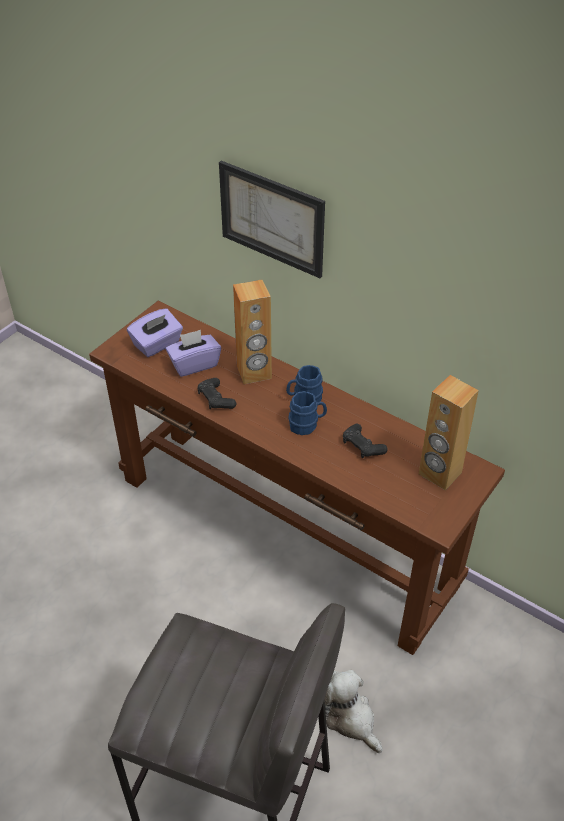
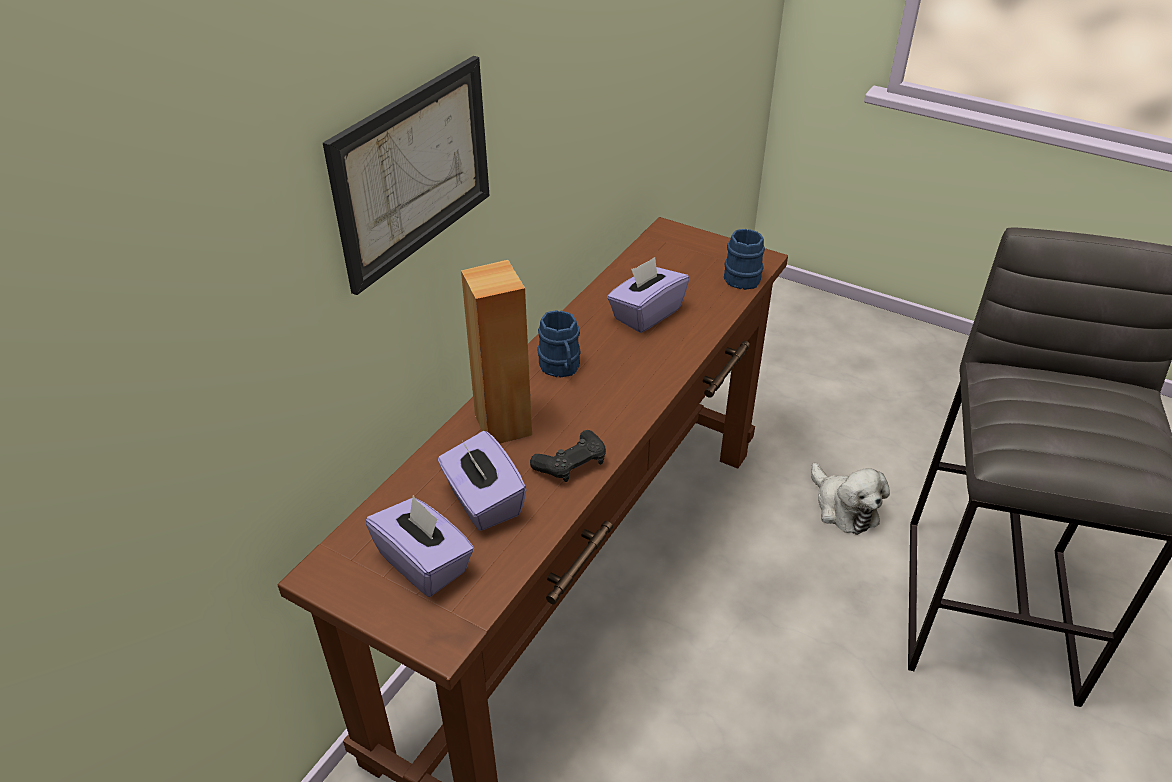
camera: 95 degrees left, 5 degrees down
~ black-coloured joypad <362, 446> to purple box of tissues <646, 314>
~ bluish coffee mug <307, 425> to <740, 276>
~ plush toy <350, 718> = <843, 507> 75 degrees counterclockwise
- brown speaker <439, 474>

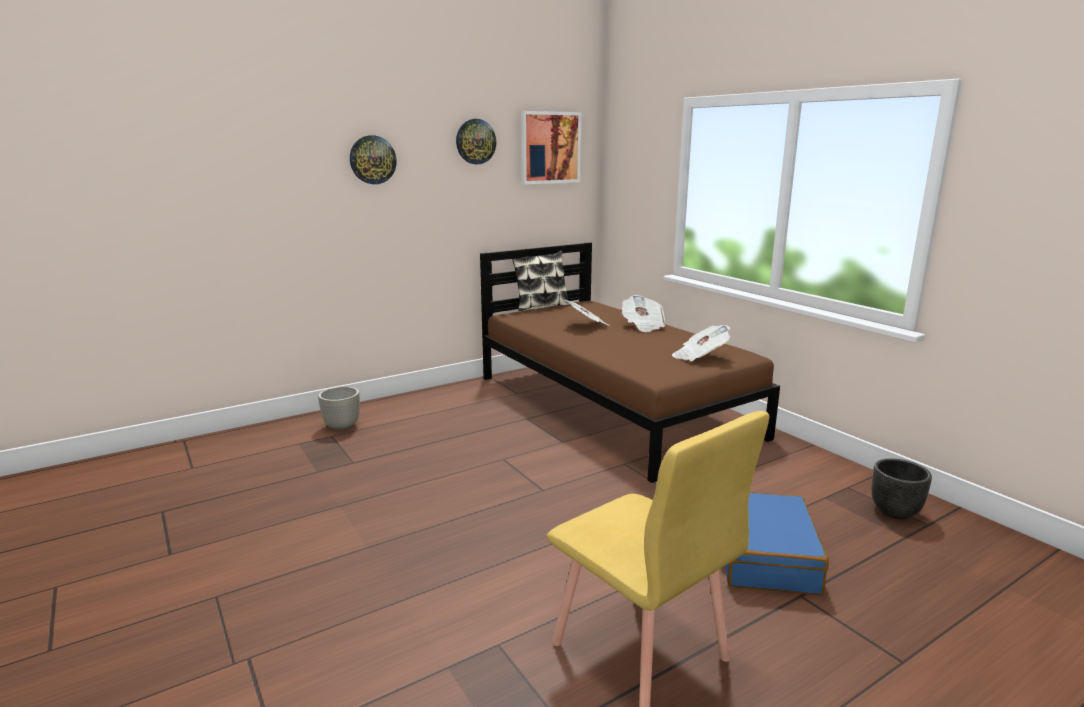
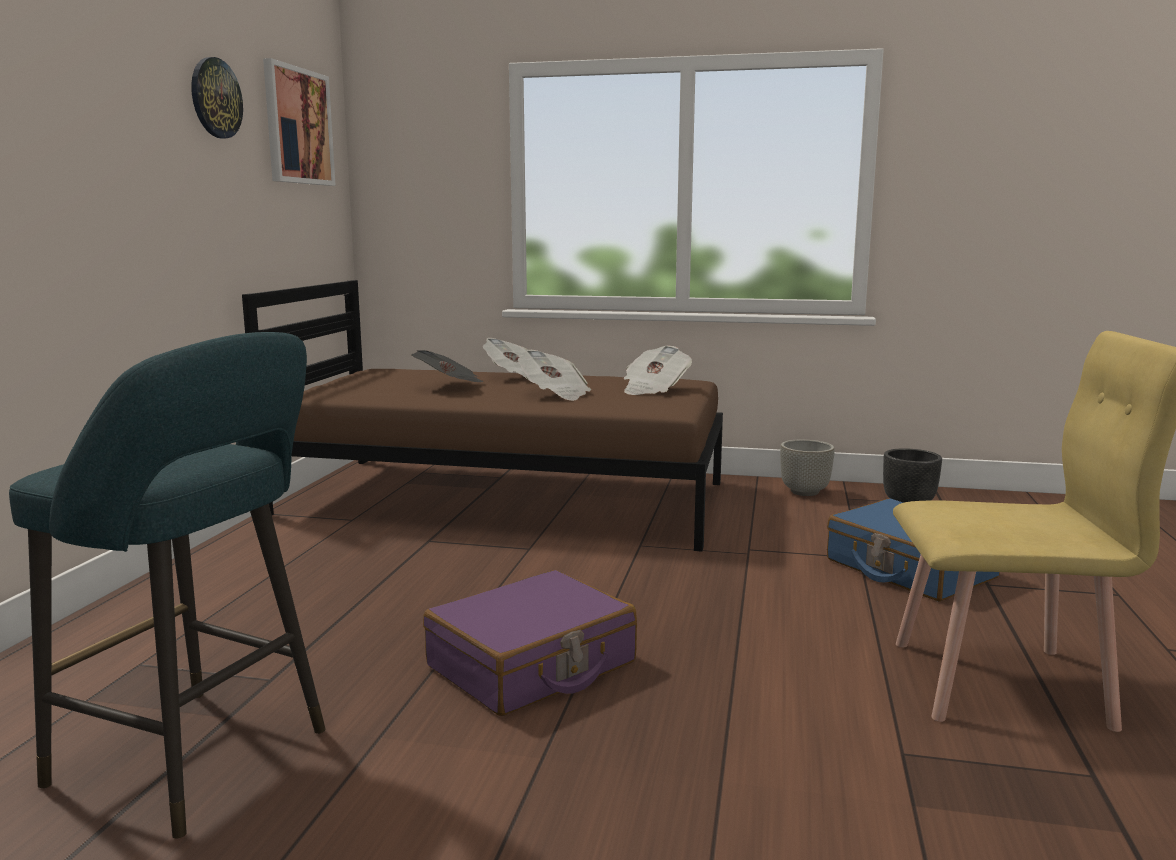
camera: 45 degrees left, 5 degrees down
+ blue-green stool seat <201, 760>
+ purple suitcase <532, 665>
+ daily paper <555, 394>
~ greyish flower pot <342, 427> to <805, 492>
- hanging clock <372, 160>
- pillow <540, 306>

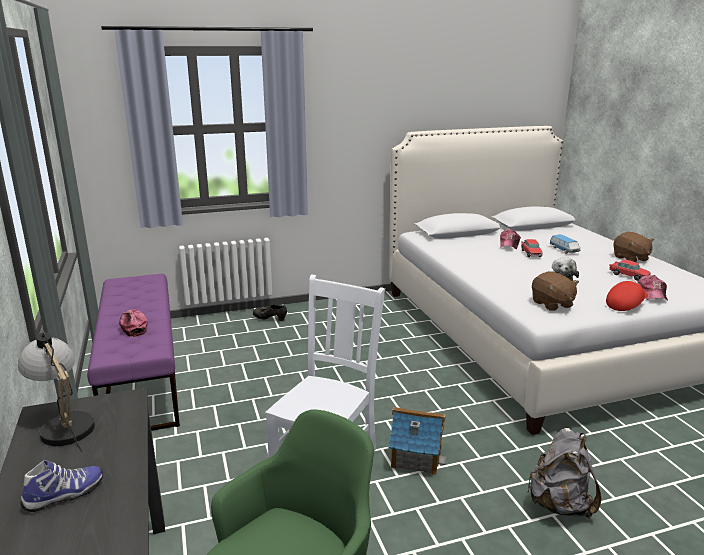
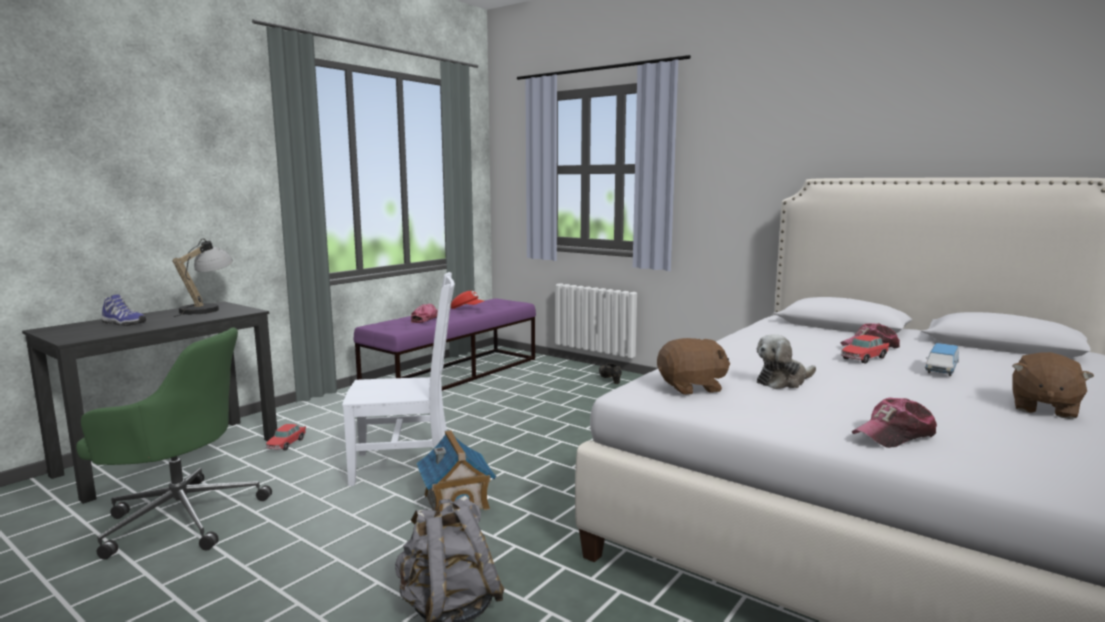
camera: 55 degrees right, 10 degrees down
~ toy car <628, 276> to <286, 444>
~ red cap <625, 305> to <467, 309>
~ brown plush toy <552, 304> = <692, 387> 135 degrees counterclockwise

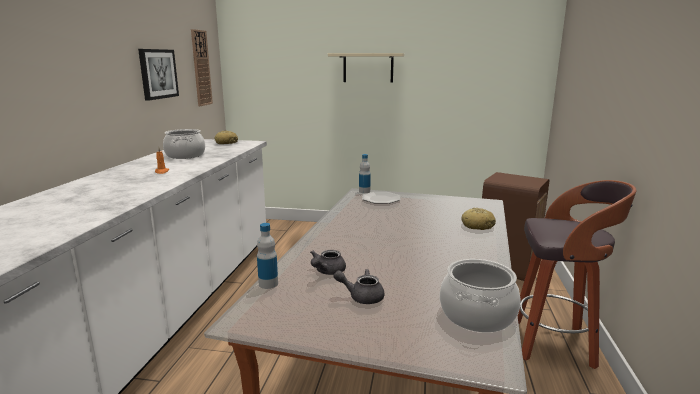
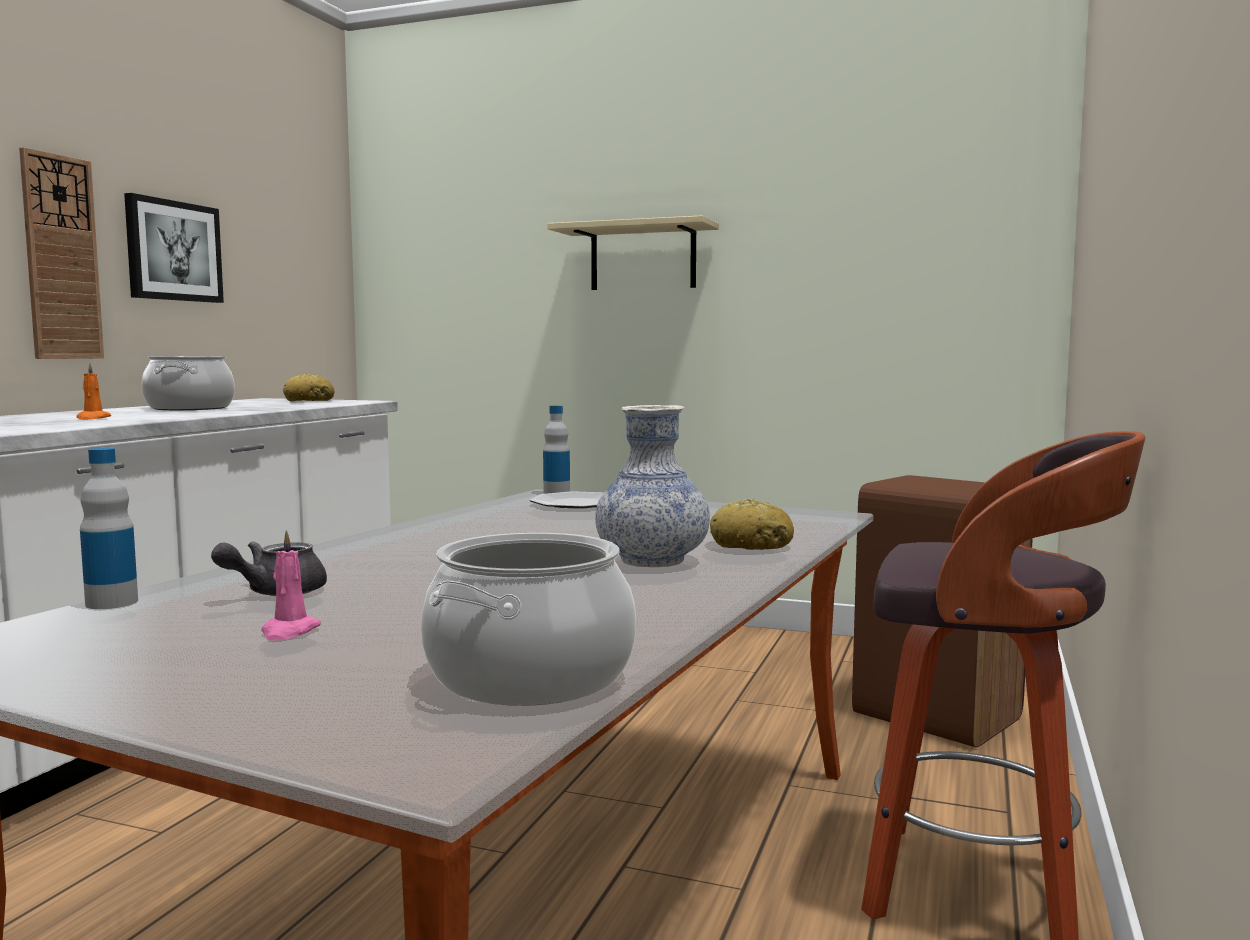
camera: 10 degrees right, 10 degrees down
~ hanging clock <201, 68> to <61, 258>
~ greyish pot for tea <361, 296> to pink wax candle <289, 631>
+ flower vase <652, 561>

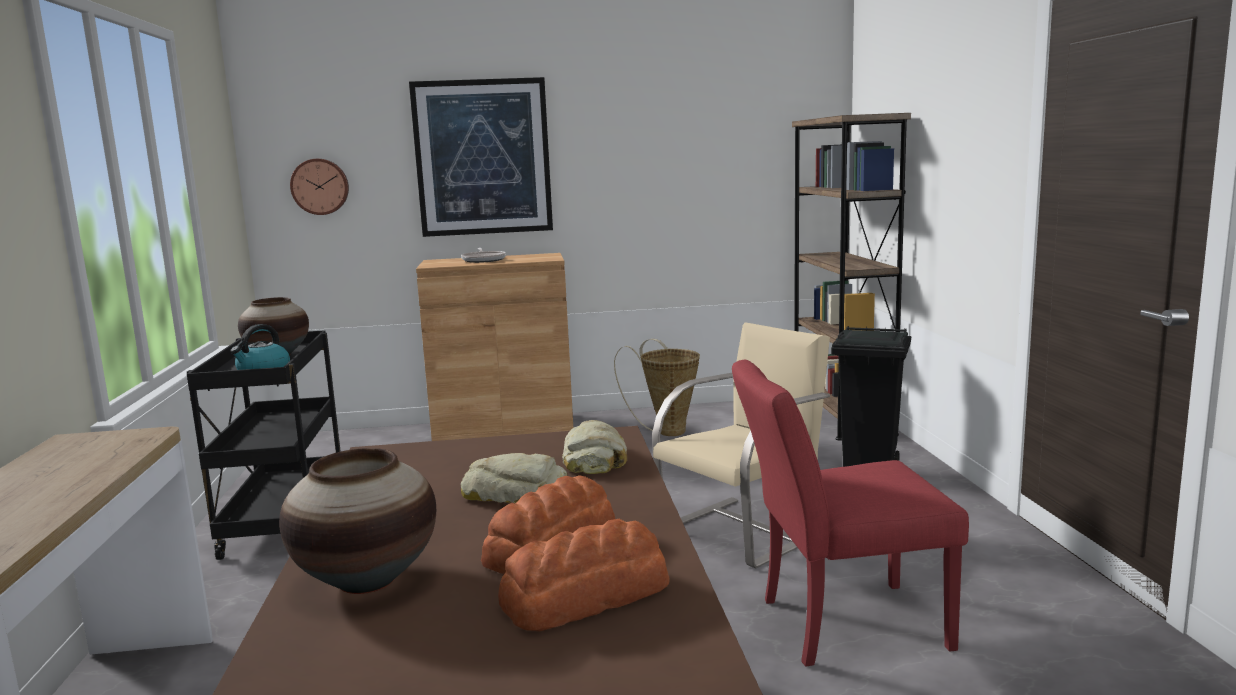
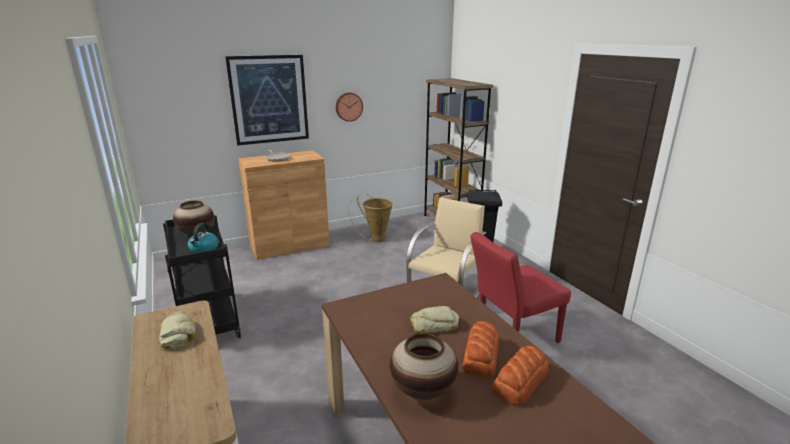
camera: 20 degrees left, 10 degrees up
~ baked bread <594, 459> to <178, 335>
~ hanging clock <320, 186> to <348, 106>

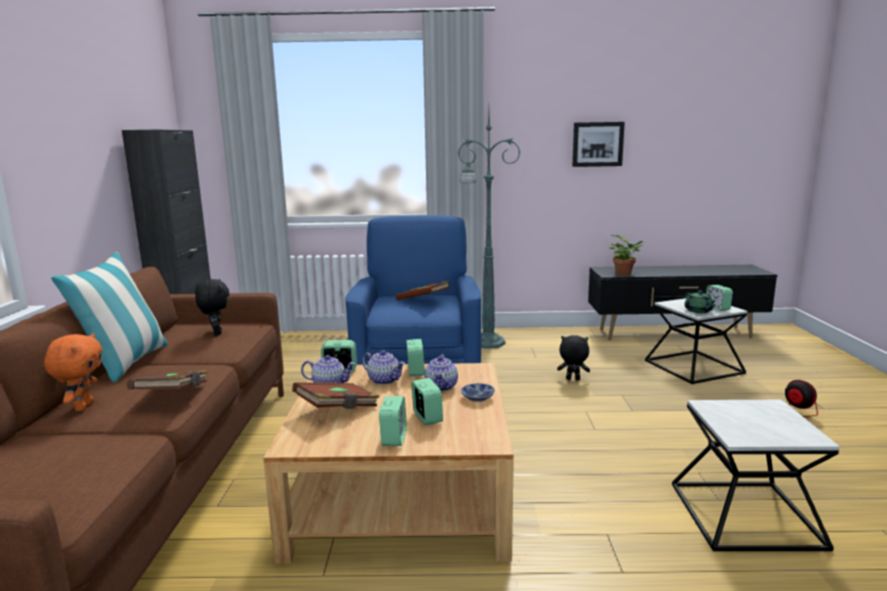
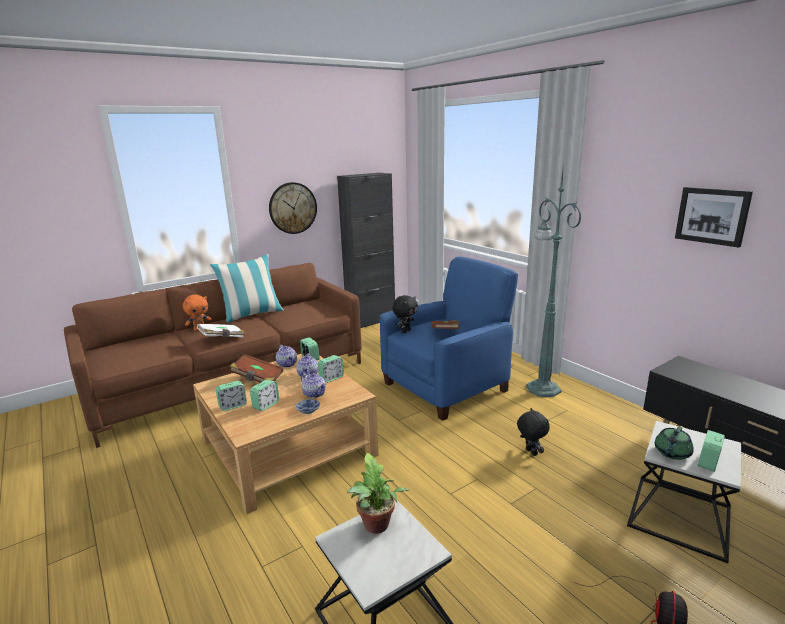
camera: 55 degrees right, 5 degrees up
~ brown book <173, 395> to white book <222, 338>
+ hanging clock <293, 208>
~ pot for tea <441, 387> = <314, 394> 105 degrees counterclockwise
~ potted plant <625, 274> to <377, 527>
~ black-coloured plush toy <216, 333> to <405, 331>

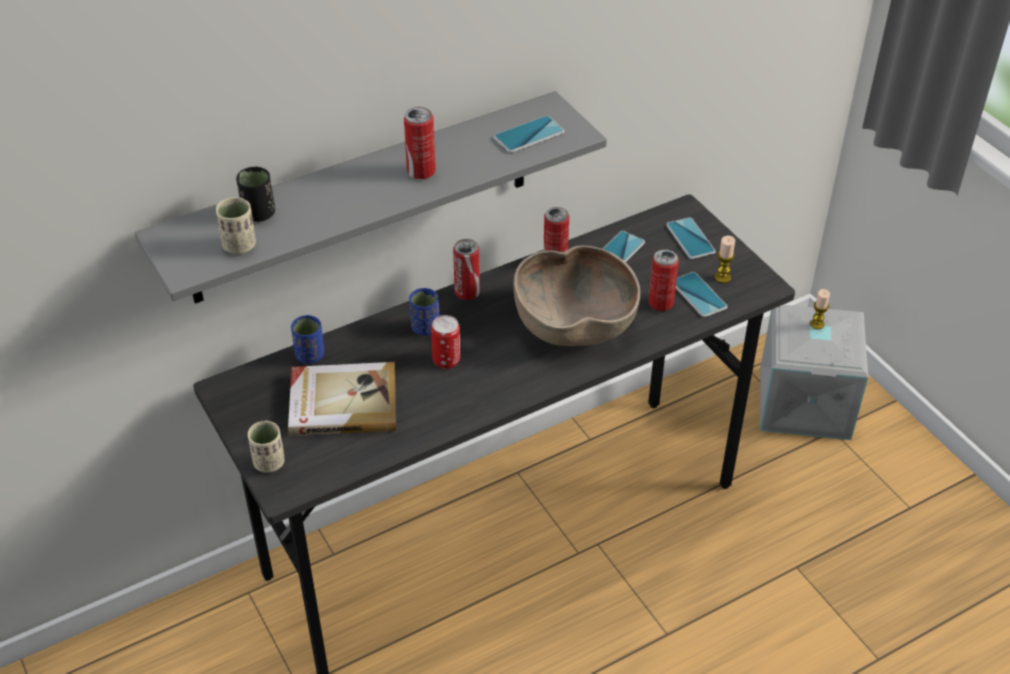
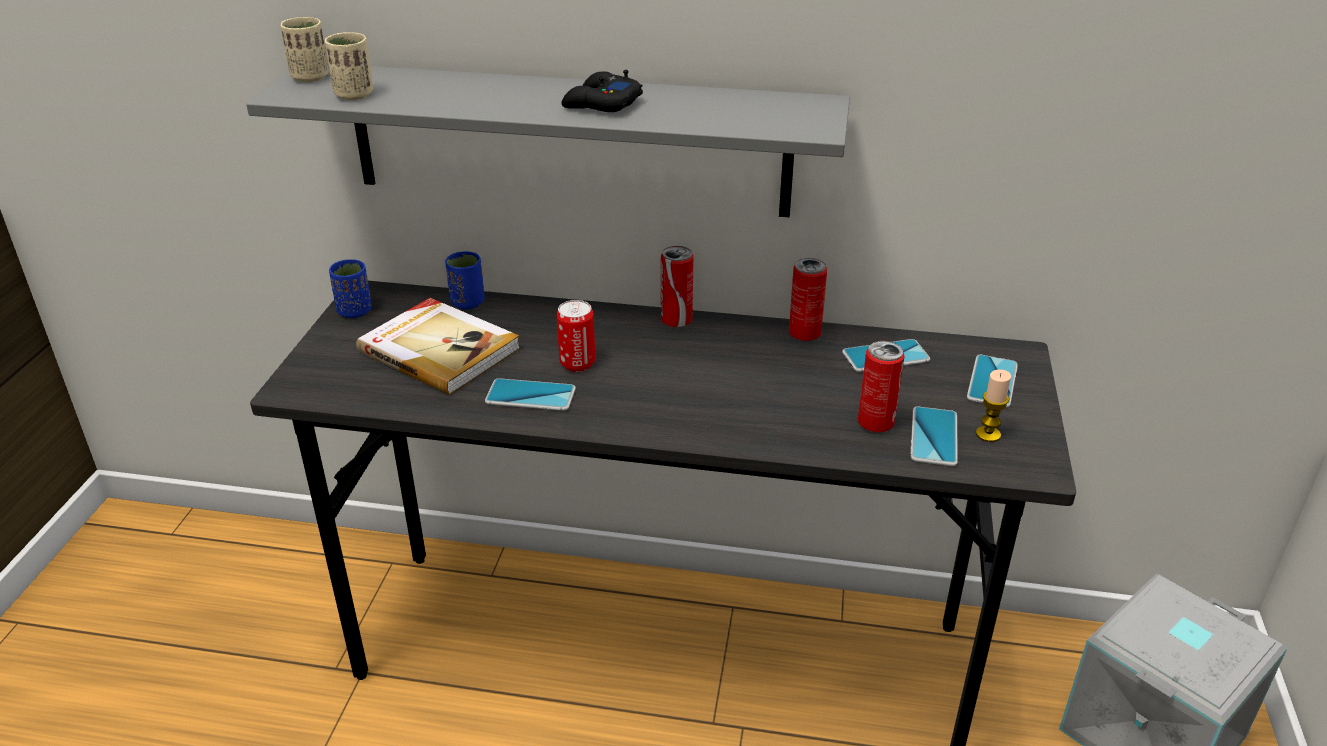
camera: 40 degrees right, 10 degrees down
~ beige-coloured cup <269, 463> to <310, 77>
~ bluish cup <425, 328> to <355, 311>
~ telephone <529, 135> to <530, 396>
~ metal can <421, 172> to black-coloured joypad <601, 104>
- black-coloured cup <259, 214>
- brown serving bowl <574, 325>
- wax candle <817, 324>

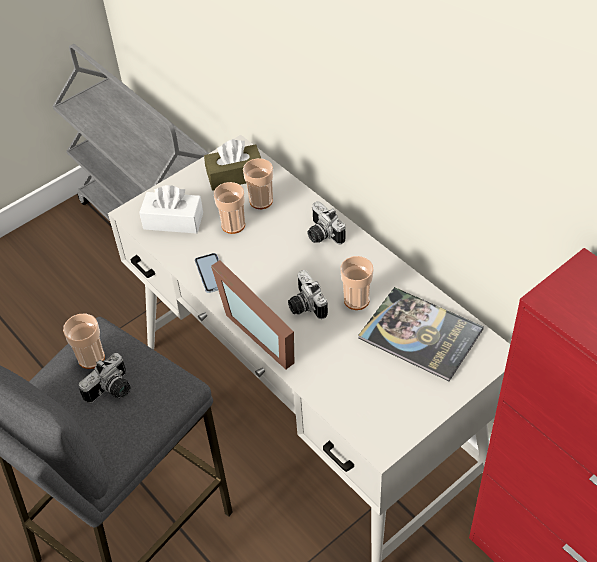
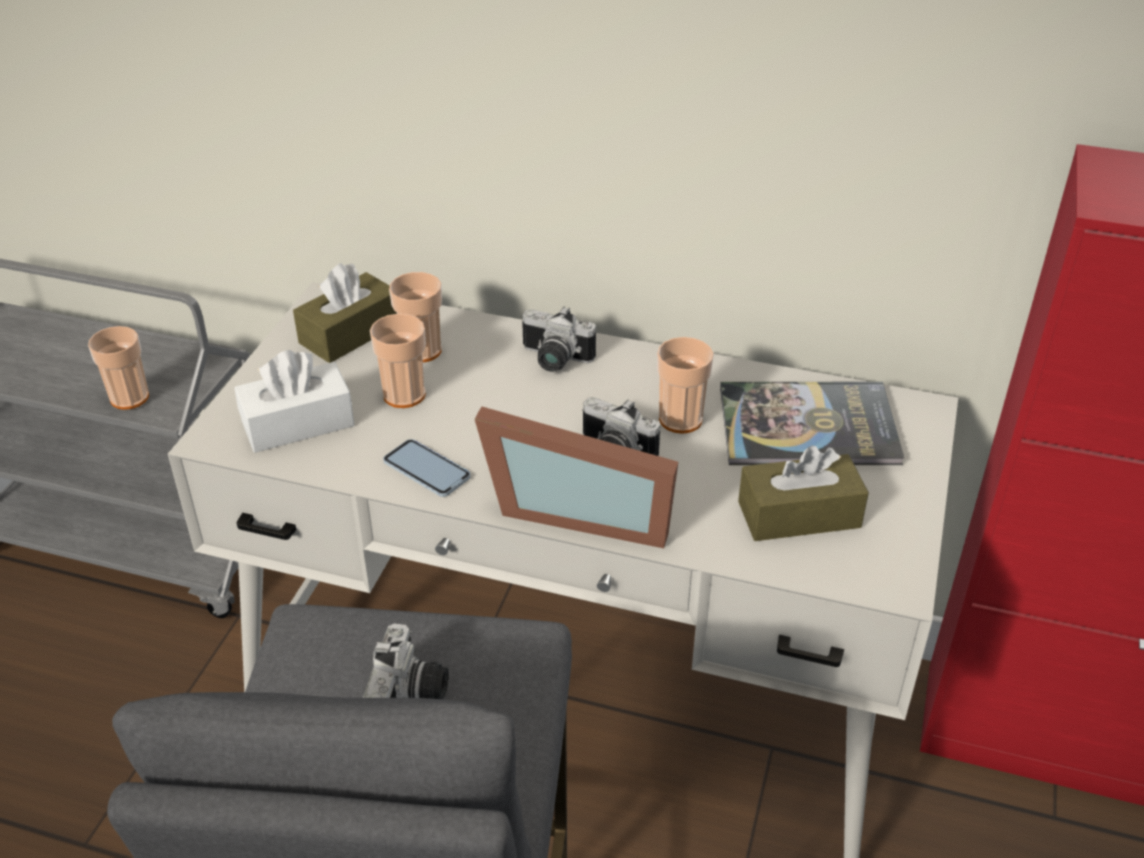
camera: 35 degrees left, 10 degrees down
~ cup <91, 358> to <129, 398>
+ brown box of tissues <799, 514>

